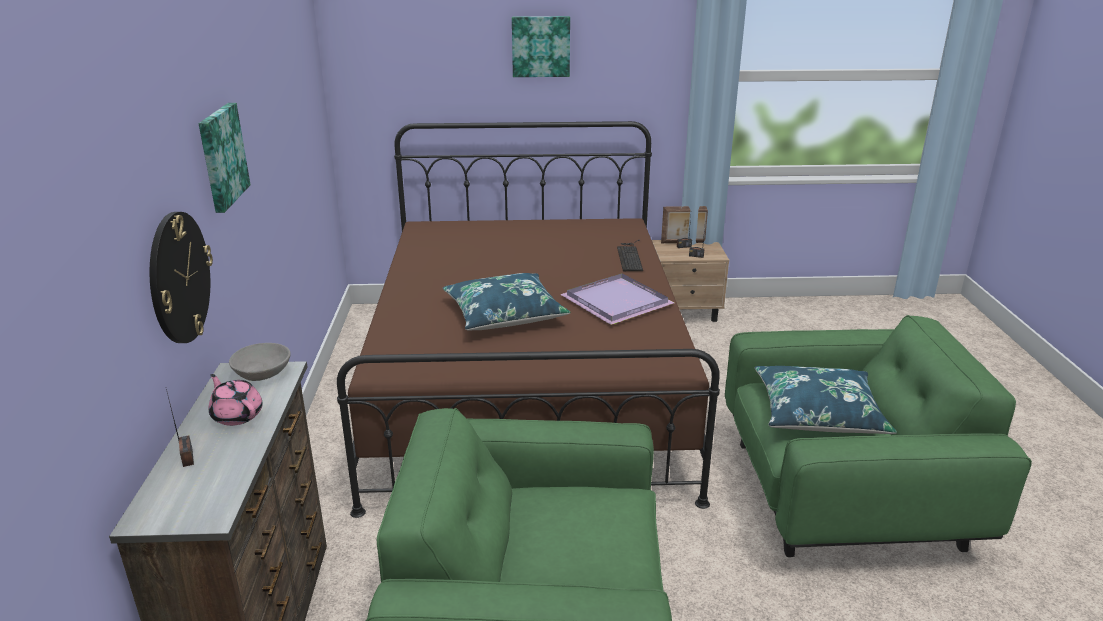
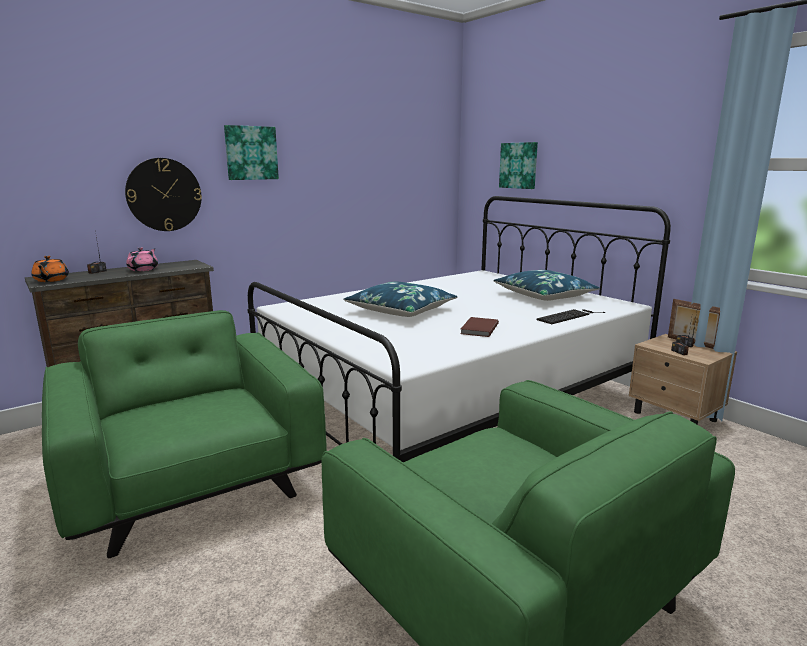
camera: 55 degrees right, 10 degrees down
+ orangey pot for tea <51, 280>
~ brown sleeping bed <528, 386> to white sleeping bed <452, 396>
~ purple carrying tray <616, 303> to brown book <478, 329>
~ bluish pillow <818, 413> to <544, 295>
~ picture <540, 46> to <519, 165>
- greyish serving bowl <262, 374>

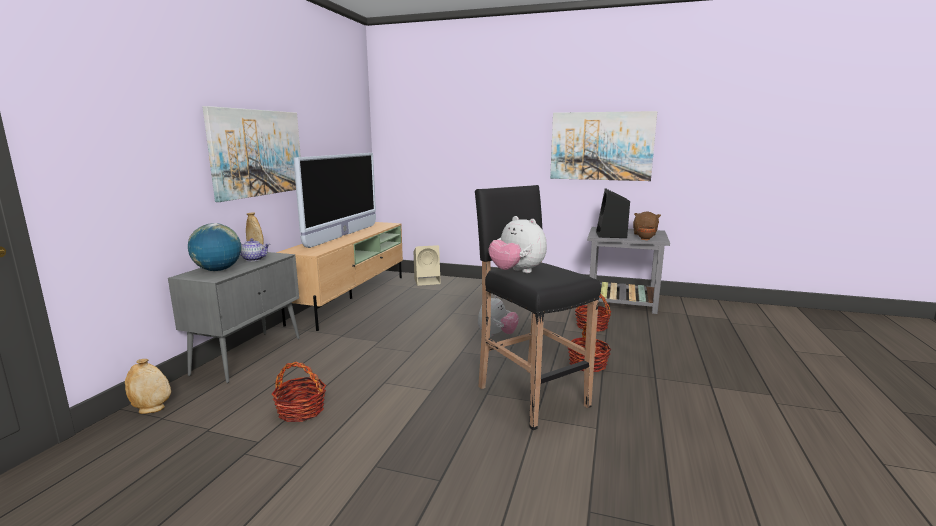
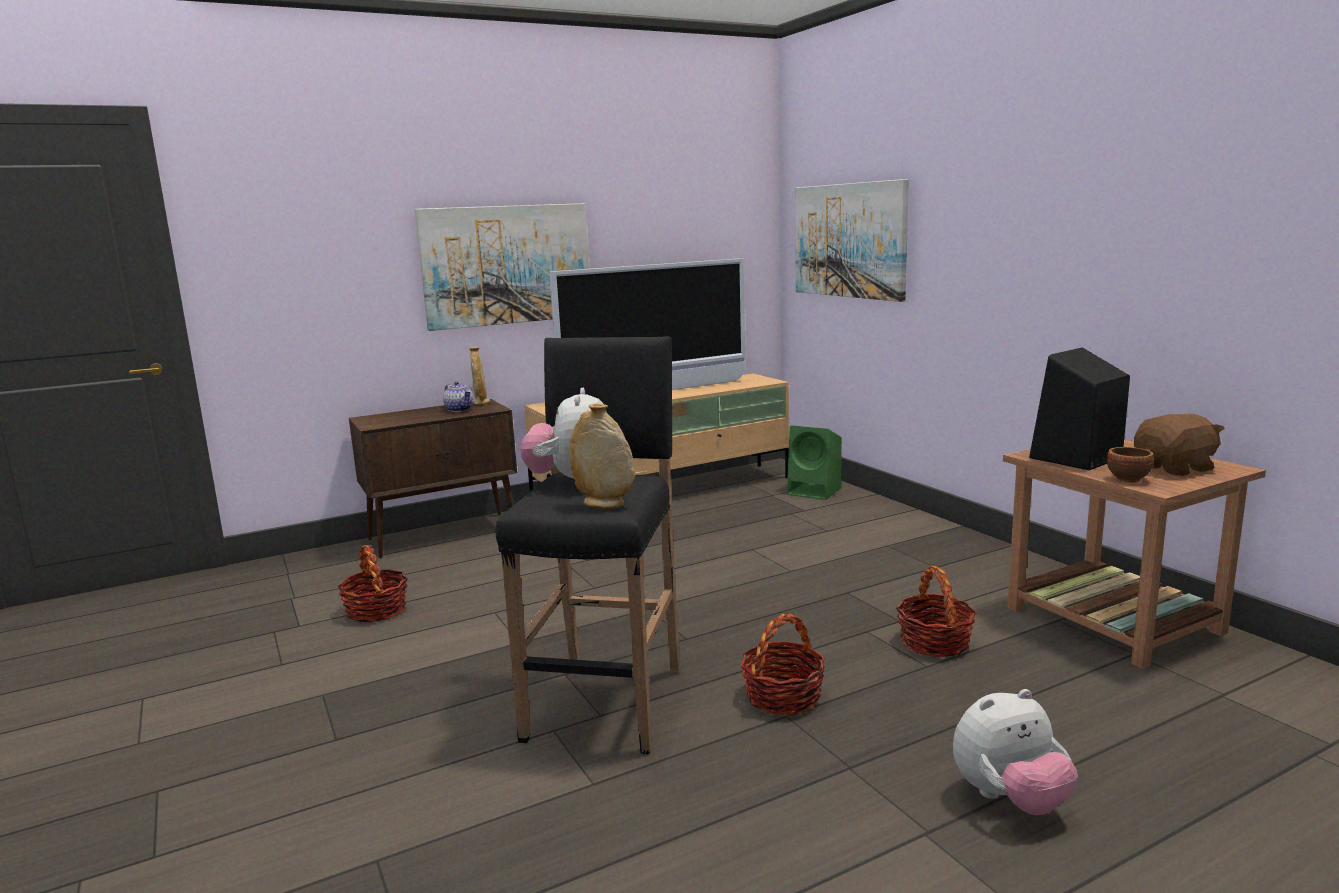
camera: 45 degrees right, 0 degrees up
~ greyish cabinet <249, 355> to brown cabinet <445, 534>
~ beige-coloured flower vase <152, 409> to <604, 504>
~ beige-coloured speaker <428, 281> to greenish speaker <815, 491>
~ picture <601, 146> to <849, 240>
~ plush toy <497, 335> to <1010, 800>
~ greyish side table <623, 301> to brown side table <1115, 620>
- globe <218, 270>

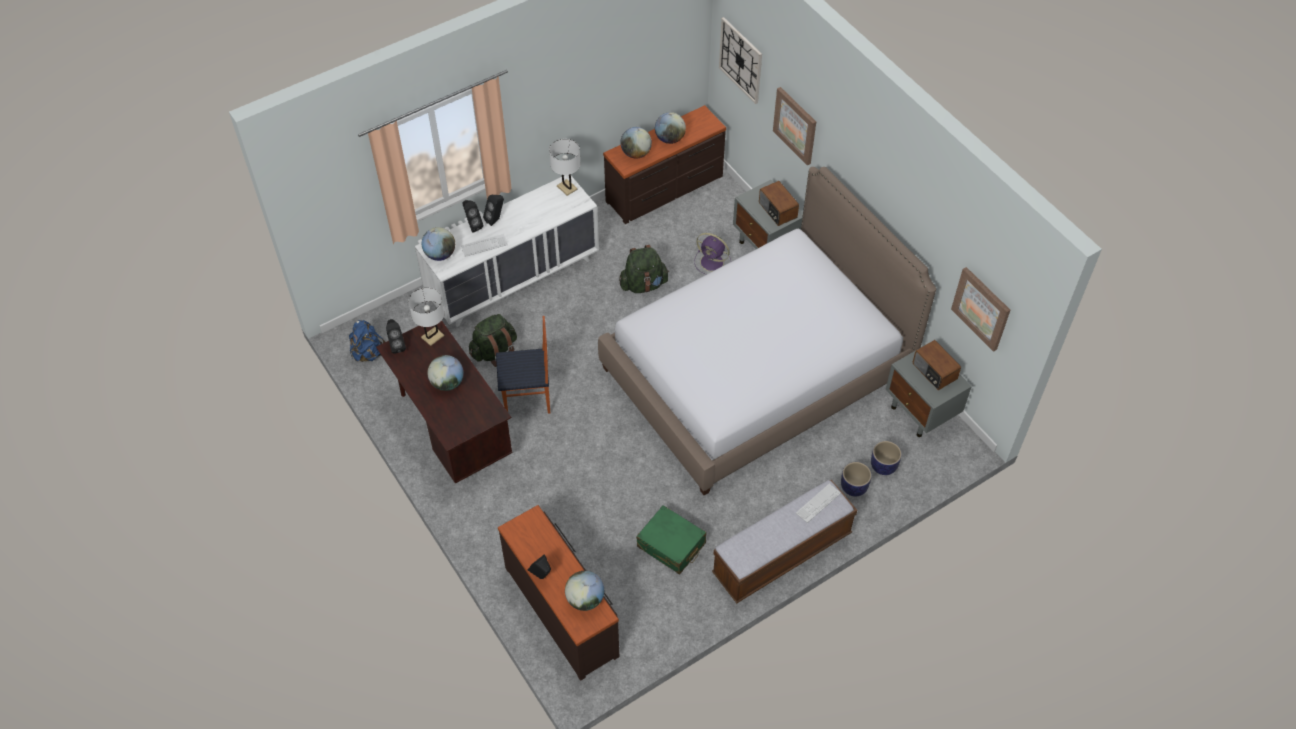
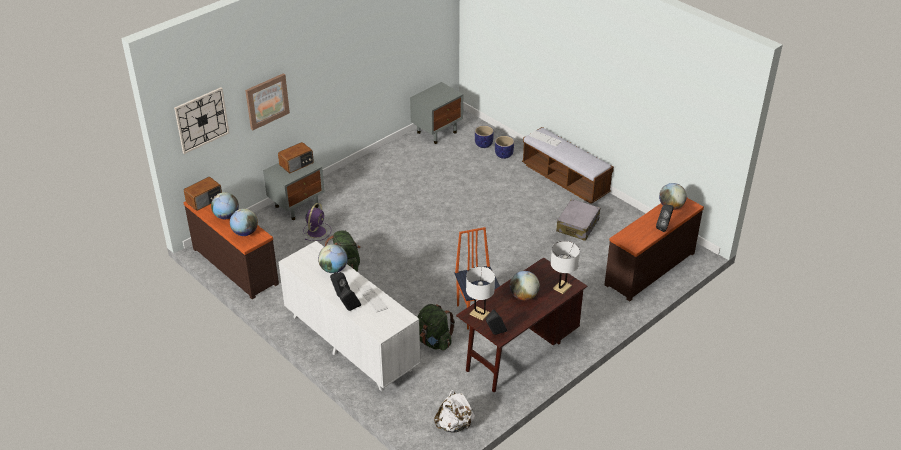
camera: 100 degrees left, 15 degrees down
~ radio receiver <934, 372> to <205, 200>
~ globe <440, 254> to <333, 269>
~ bluish backpack <368, 353> to white backpack <454, 425>
~ white lamp for a table <567, 188> to <562, 287>
~ greenish suitcase <671, 545> to greyish suitcase <577, 225>
- sleeping bed <756, 372>
- picture <981, 308>

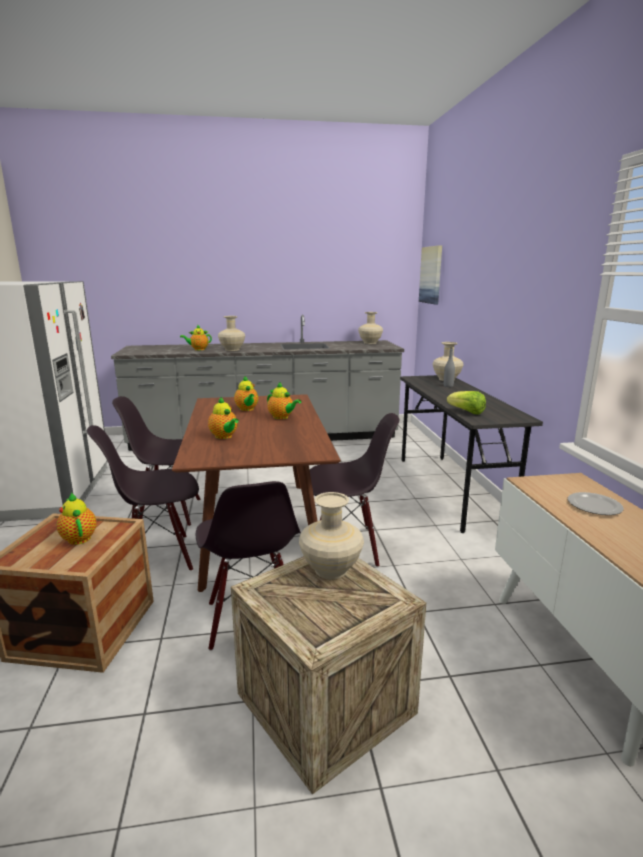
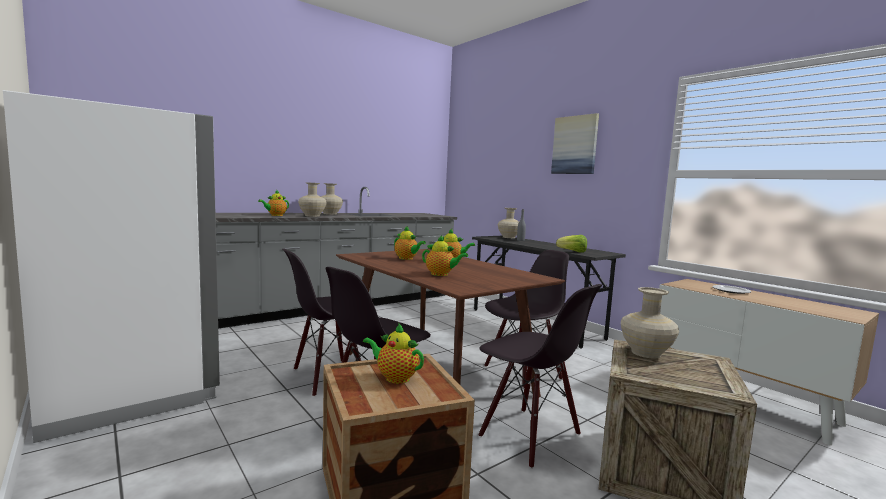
camera: 30 degrees left, 10 degrees down
~ beige-coloured flower vase <370, 343> to <330, 214>
~ picture <431, 275> to <575, 145>

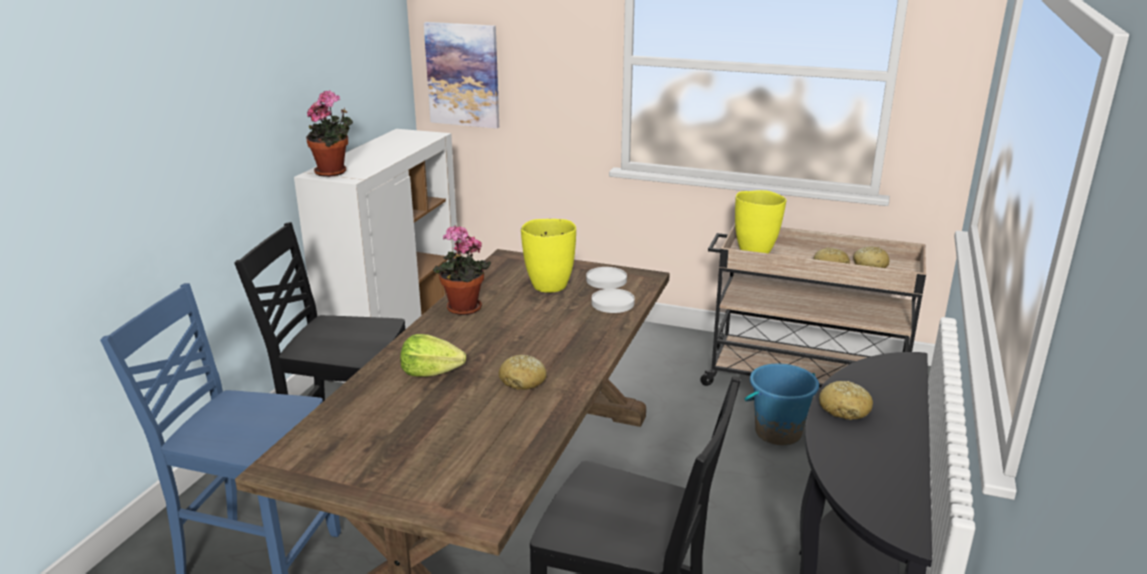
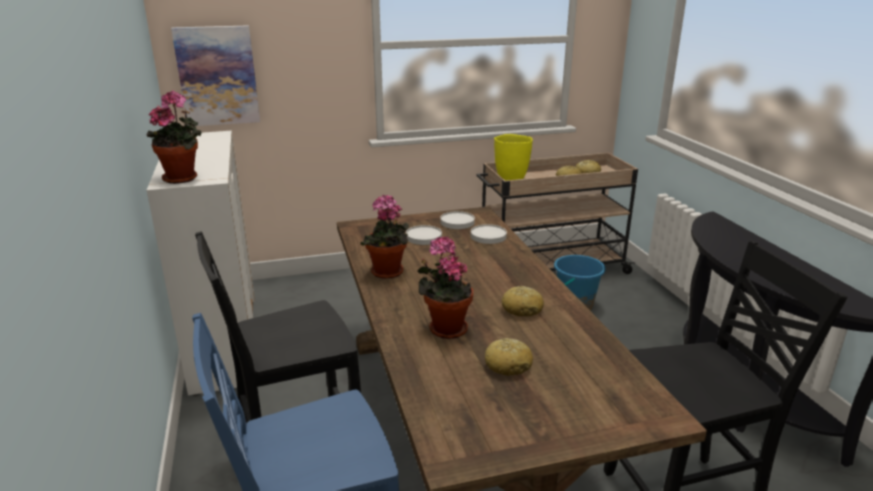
camera: 35 degrees left, 0 degrees up
~ yellowish flower vase <549, 286> to white flat dish <423, 237>
~ lettuce <431, 372> to potted plant <445, 328>
~ baked bread <845, 409> to <508, 365>

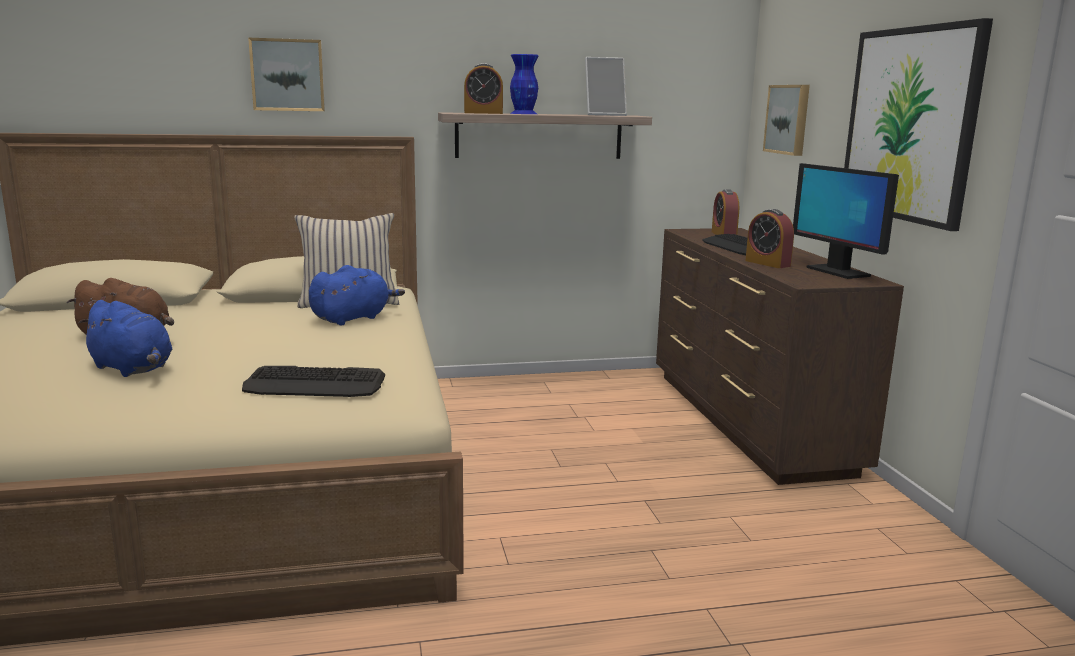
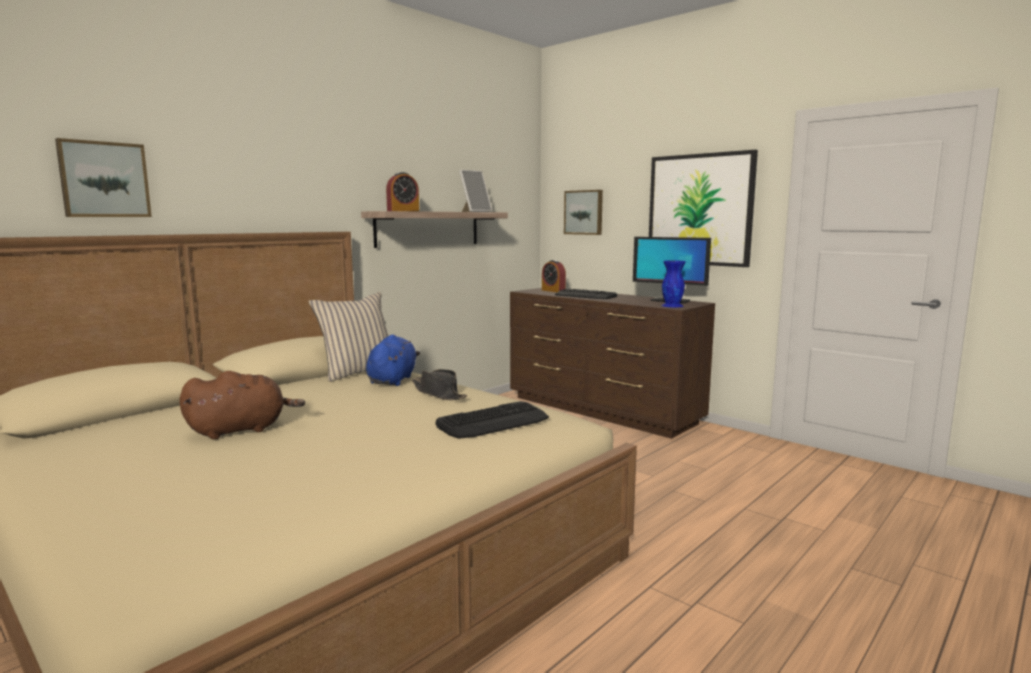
camera: 35 degrees left, 5 degrees down
~ picture <287, 75> to <104, 180>
+ black-coloured clothing hat <439, 393>
~ bluish flower vase <524, 113> to <672, 305>
- bluish plush toy <133, 369>
- bedside clock <767, 263>

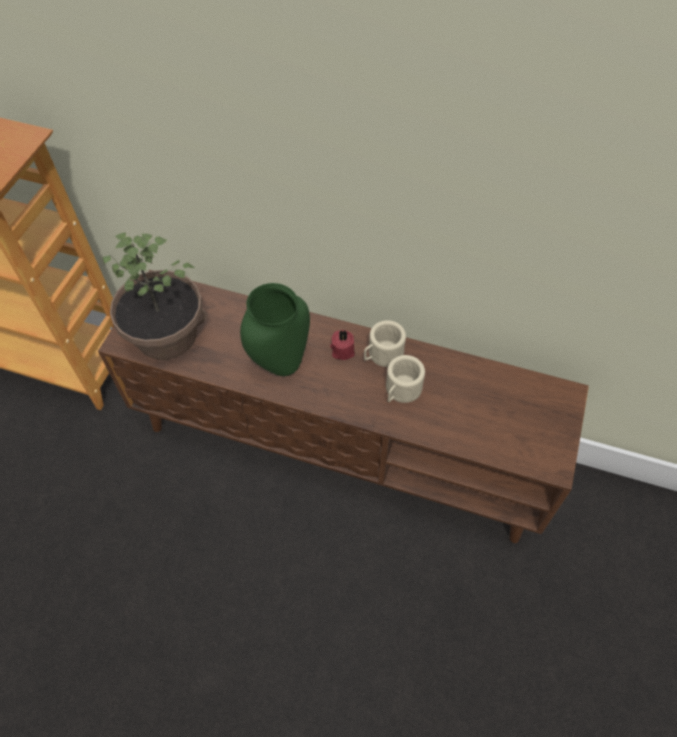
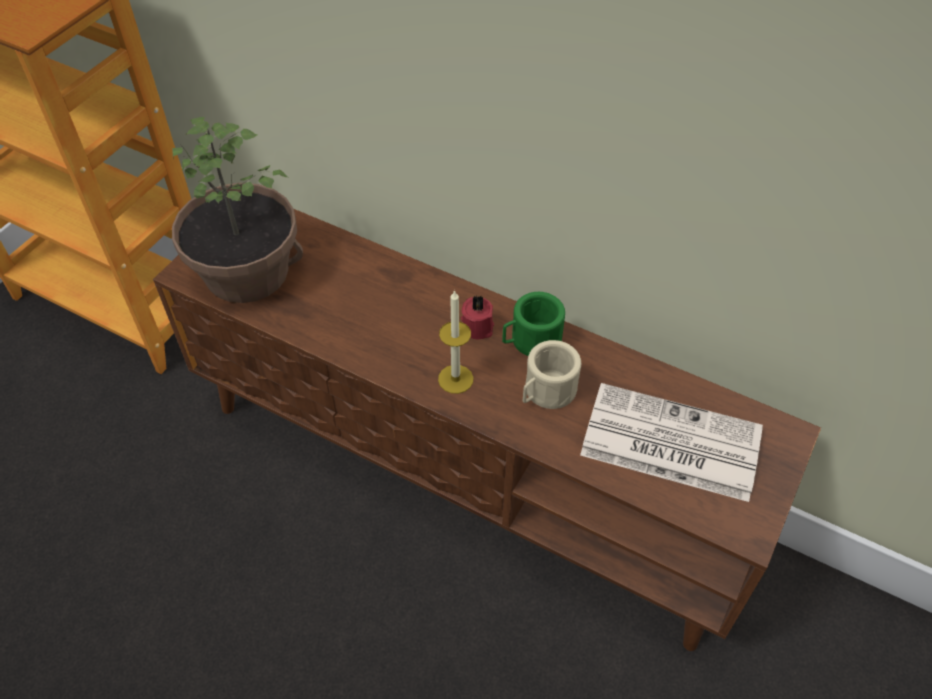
camera: 10 degrees right, 5 degrees down
+ wax candle <455, 379>
~ beige-coloured coffee mug <382, 355> to greenish coffee mug <530, 341>
+ daily paper <668, 442>
- greenish flower vase <280, 364>

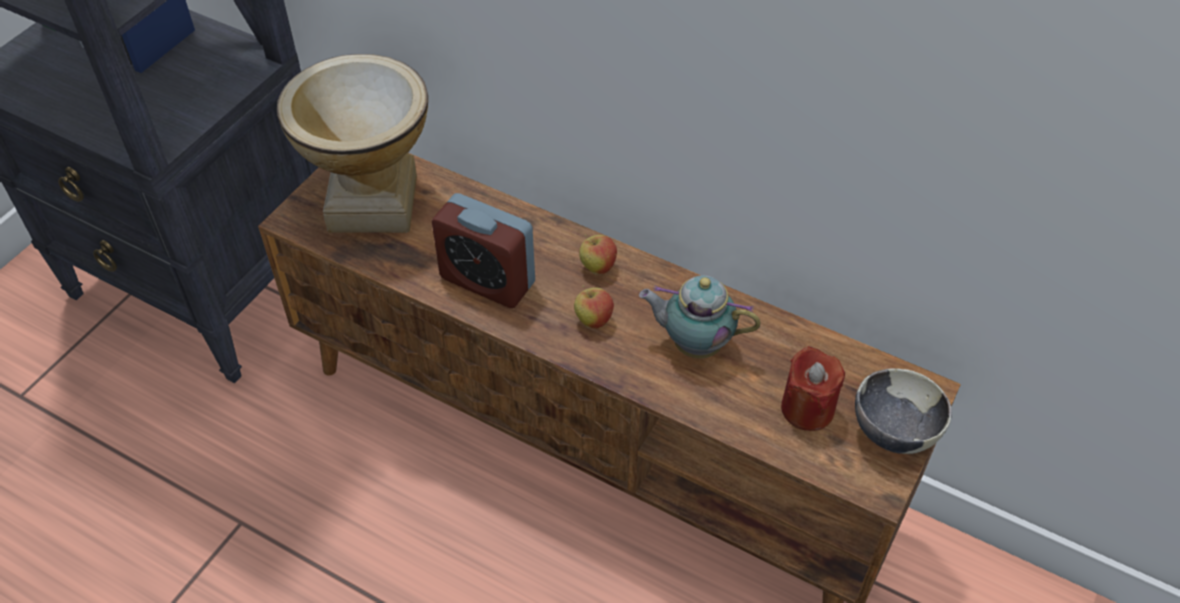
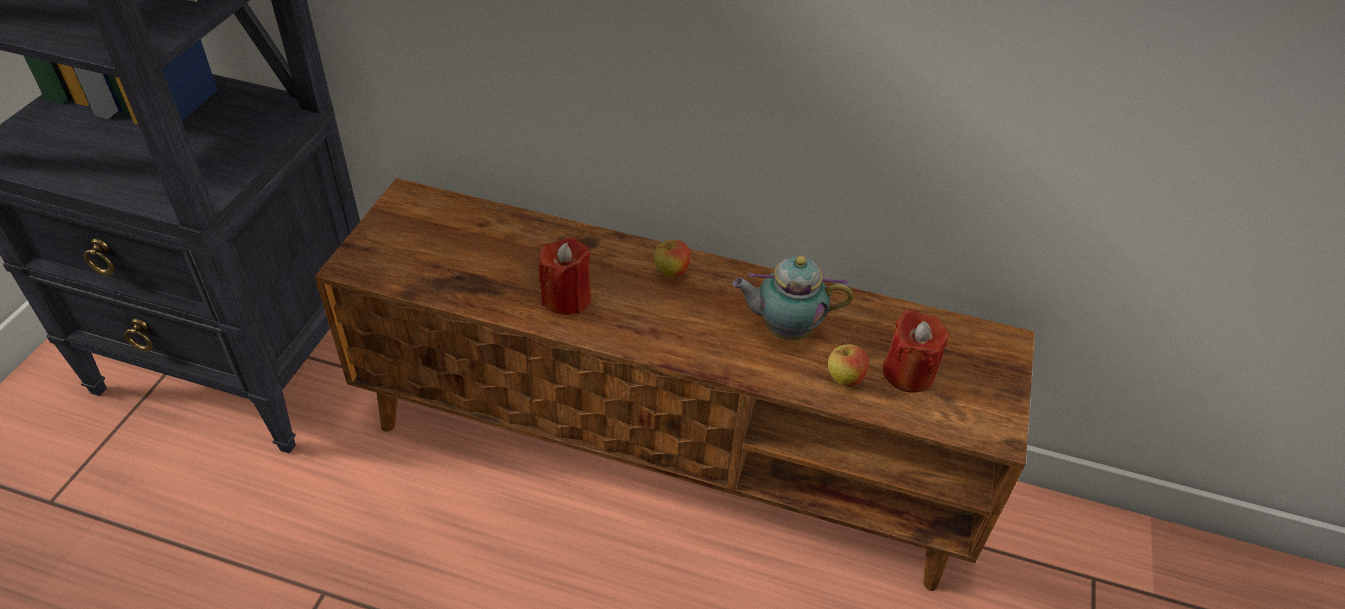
camera: 15 degrees left, 5 degrees down
~ bedside clock <487, 281> to red wax candle <566, 298>
~ apple <593, 320> to <844, 379>
- flower vase <373, 202>
- serving bowl <893, 432>

